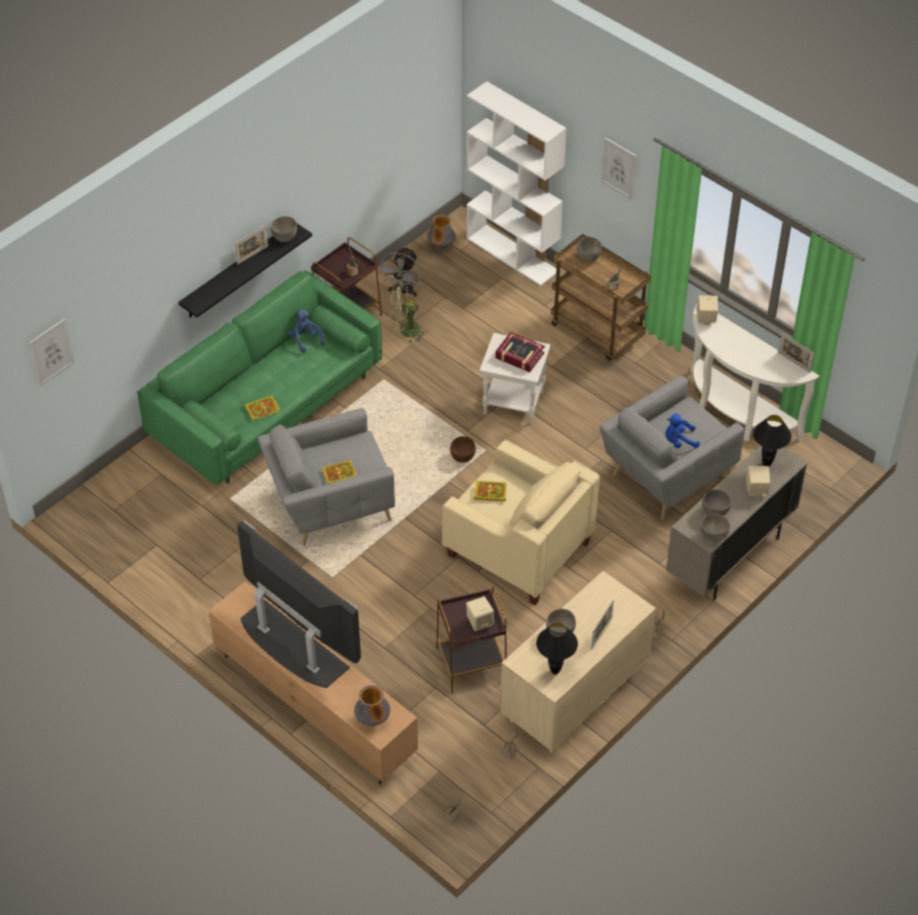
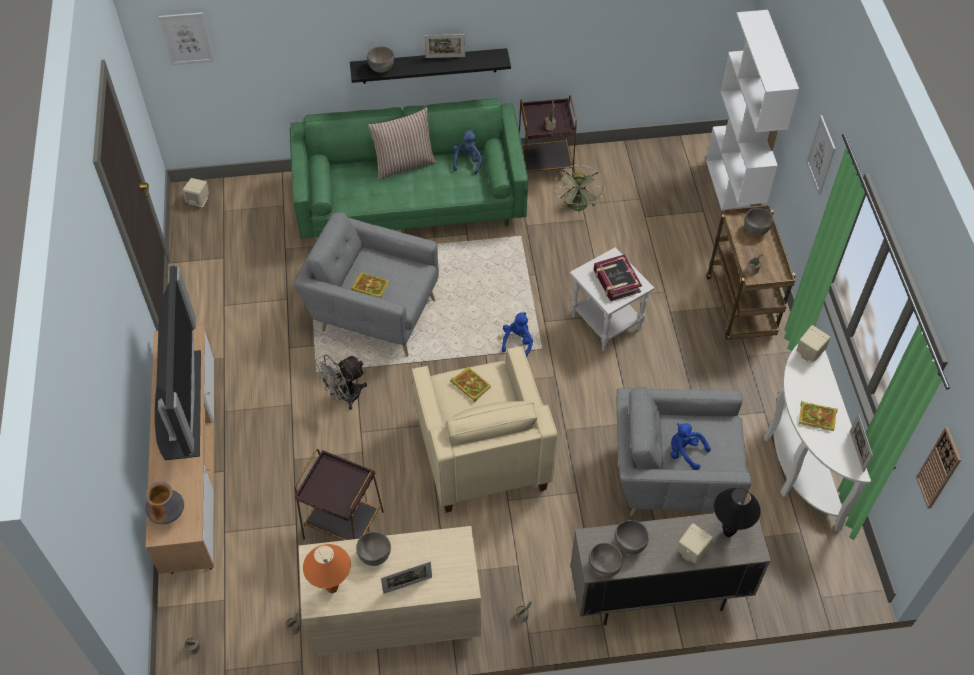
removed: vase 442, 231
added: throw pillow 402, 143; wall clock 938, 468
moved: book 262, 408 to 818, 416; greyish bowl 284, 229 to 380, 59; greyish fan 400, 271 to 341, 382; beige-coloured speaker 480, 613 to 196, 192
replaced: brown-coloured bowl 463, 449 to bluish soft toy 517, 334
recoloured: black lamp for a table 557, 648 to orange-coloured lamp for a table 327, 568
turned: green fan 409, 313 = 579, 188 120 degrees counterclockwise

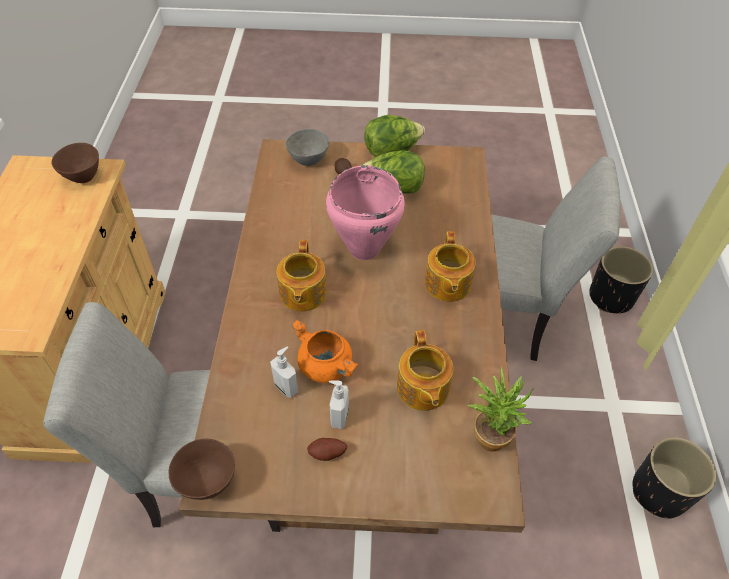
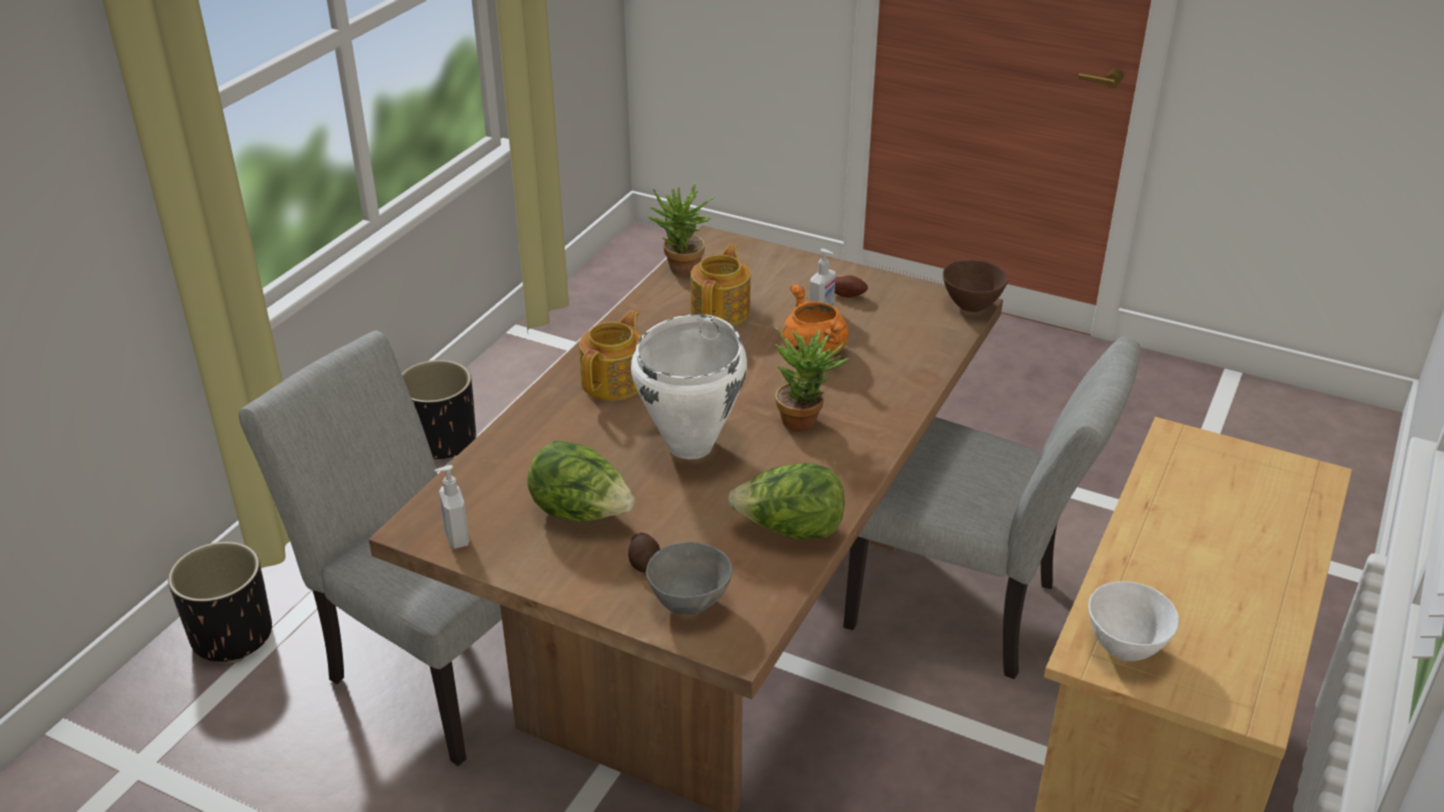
moved: liquid soap bottle 284, 372 to 452, 507; lettuce head 394, 136 to 786, 501
replaced: tea pot 302, 276 to houseplant 812, 379
recoloured: brown-coloured bowl 75, 163 to white-coloured bowl 1133, 621; pinkish cooking pot 365, 212 to white-coloured cooking pot 689, 386

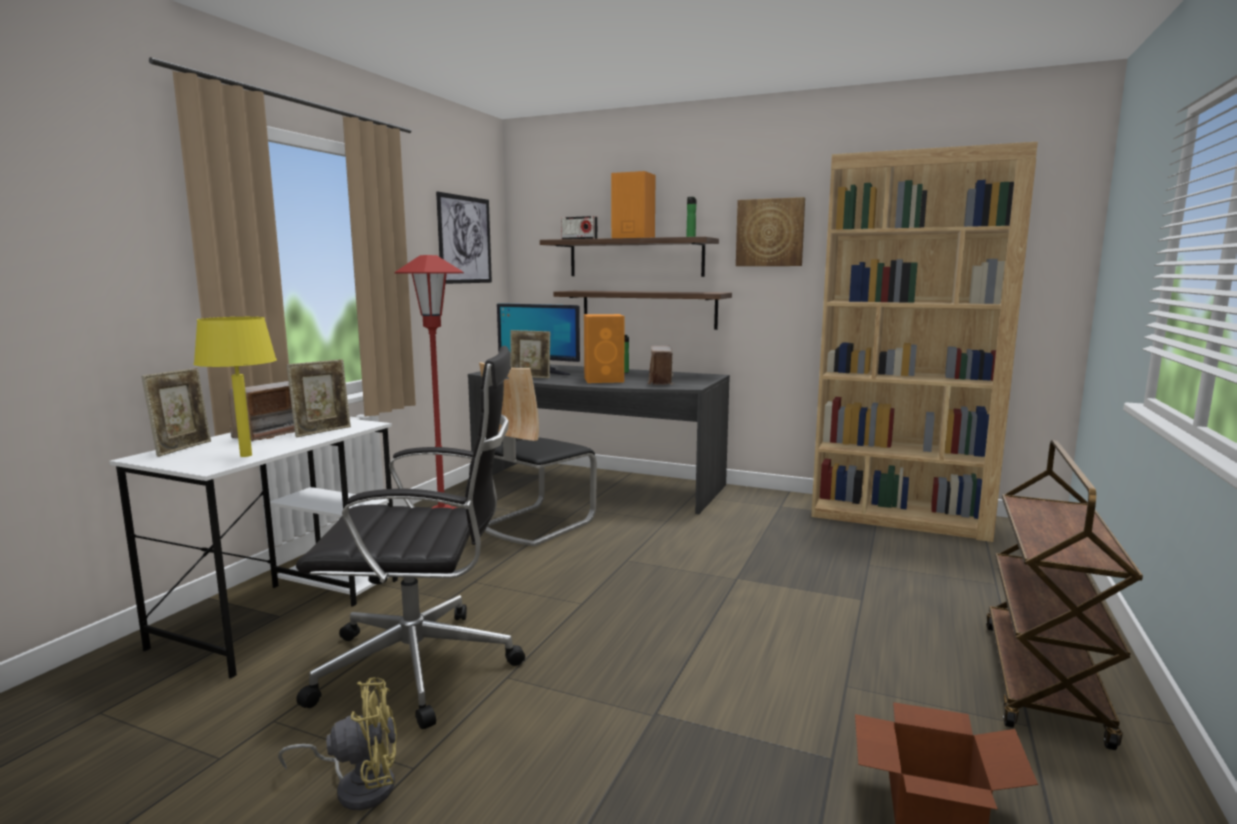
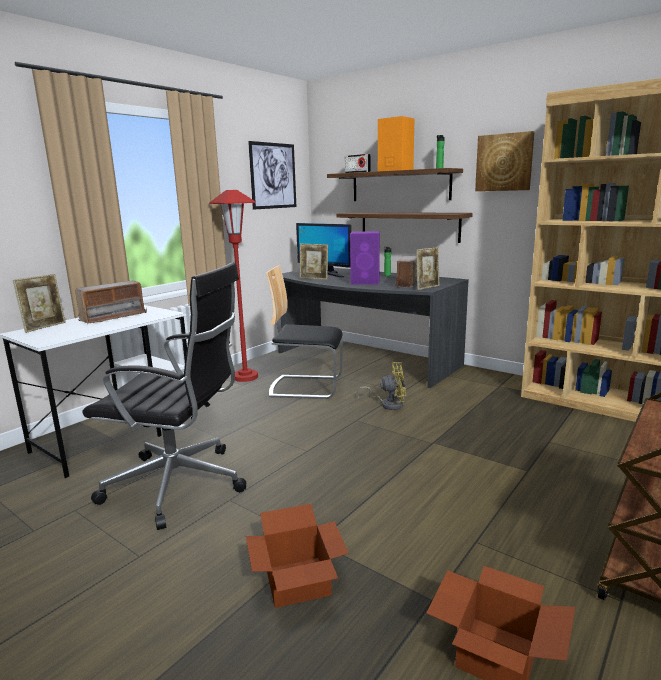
removed: yellowish lamp for a table 235, 387
added: packing box 297, 556
moved: yellowish fan 337, 743 to 381, 386; picture frame 319, 398 to 428, 268
recoloured: orange-coloured speaker 604, 348 to purplish speaker 365, 257
turned: plain chair 538, 454 = 304, 332 45 degrees clockwise

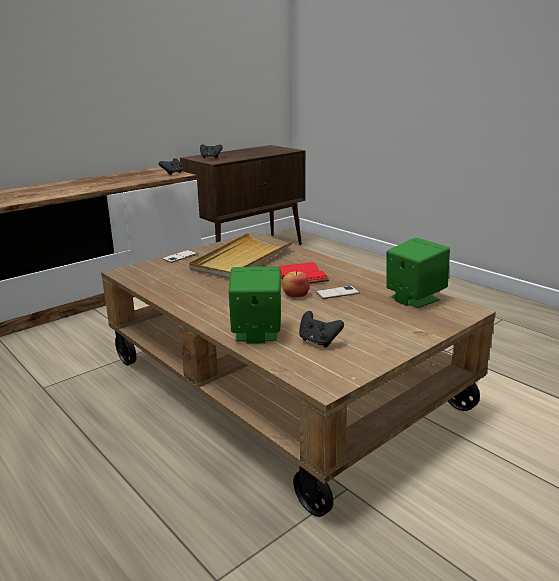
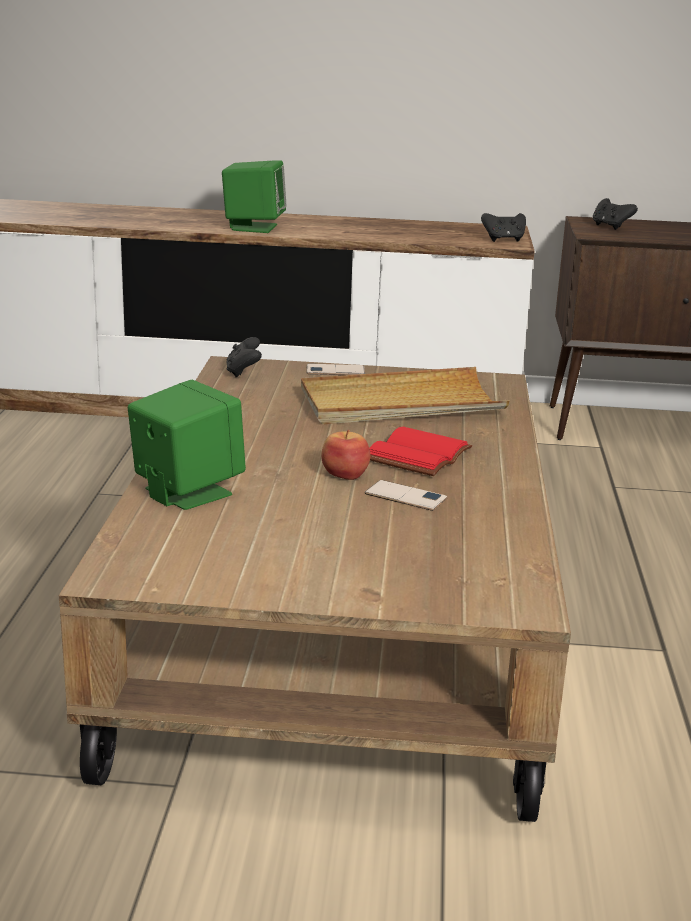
moved: black joypad 321, 329 to 244, 357; green speaker 418, 273 to 254, 196

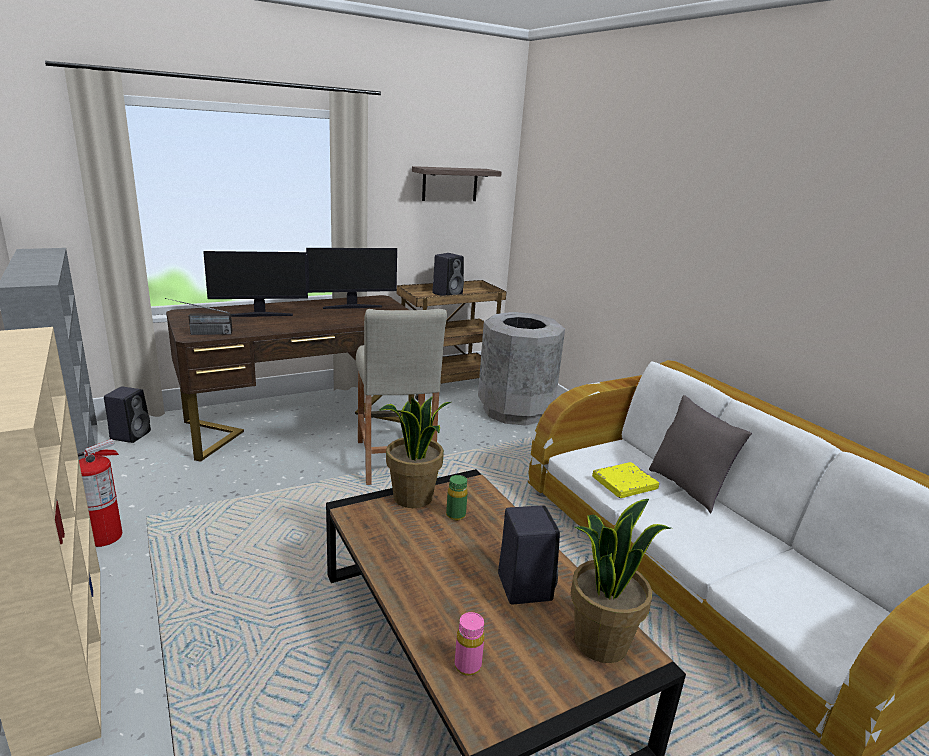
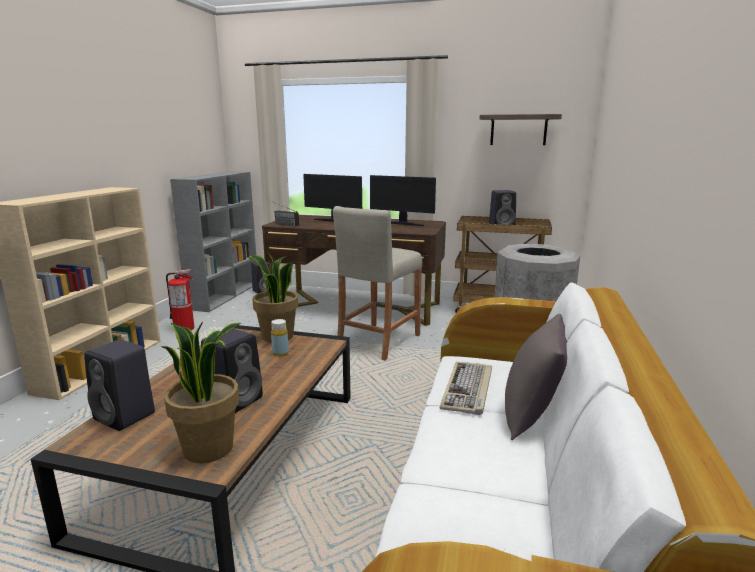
replaced: pinkish bottle 469, 644 to black speaker 119, 385; yellowish book 625, 480 to keyboard 466, 388
recoloured: green bottle 457, 498 to yellowish bottle 280, 337

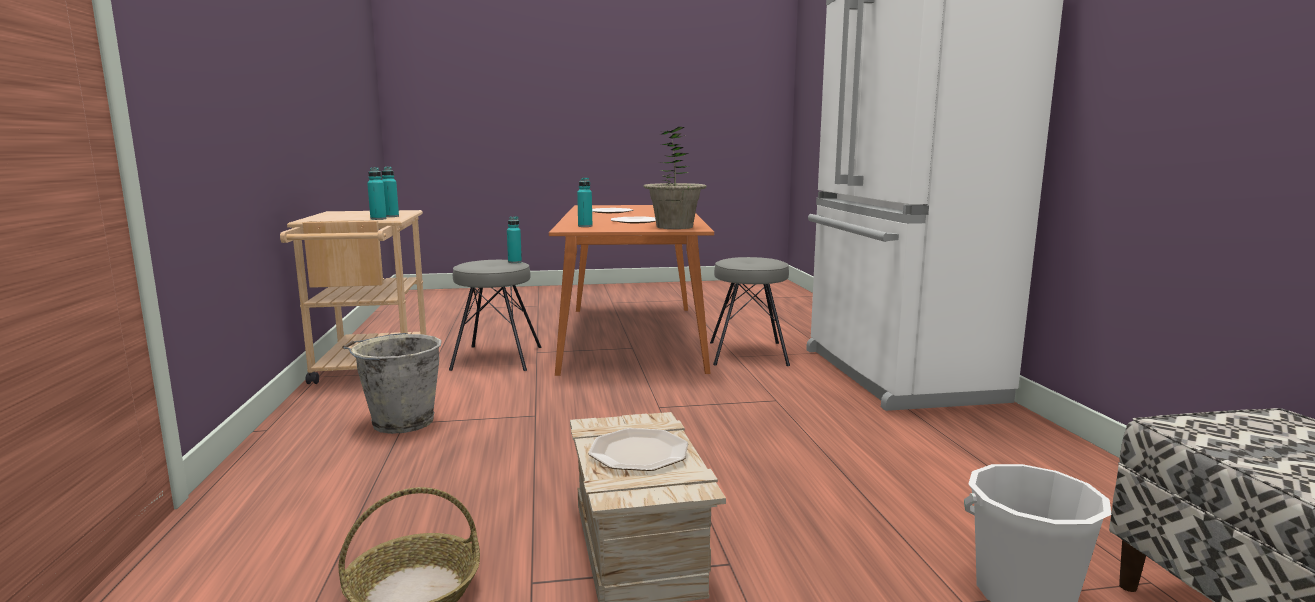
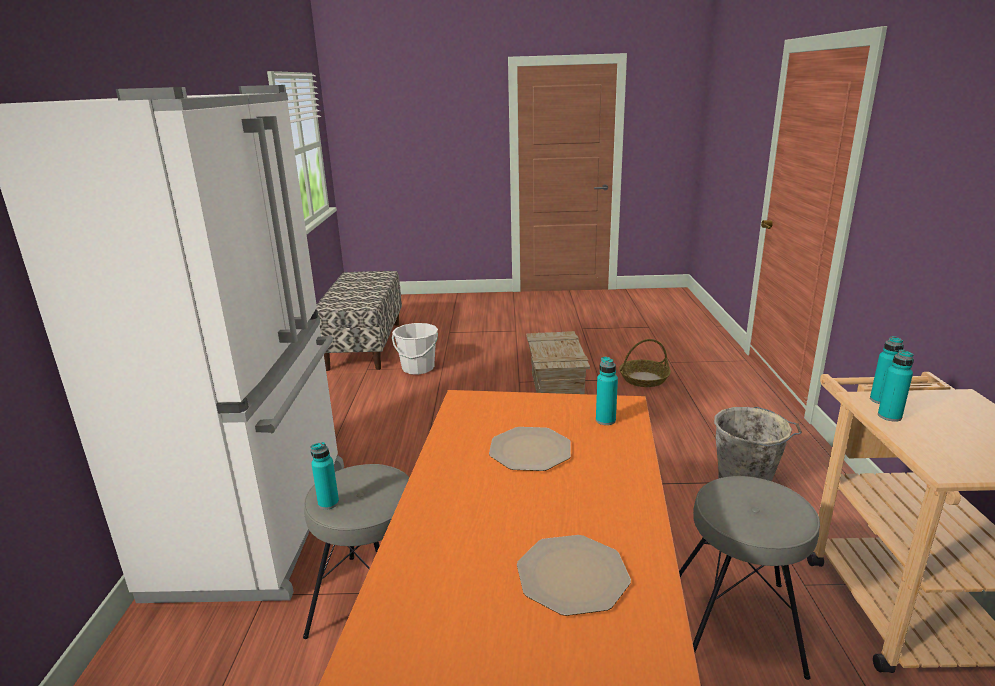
removed: plate 638, 449; houseplant 675, 178
moved: turquoise-coloured bottle 514, 239 to 325, 476

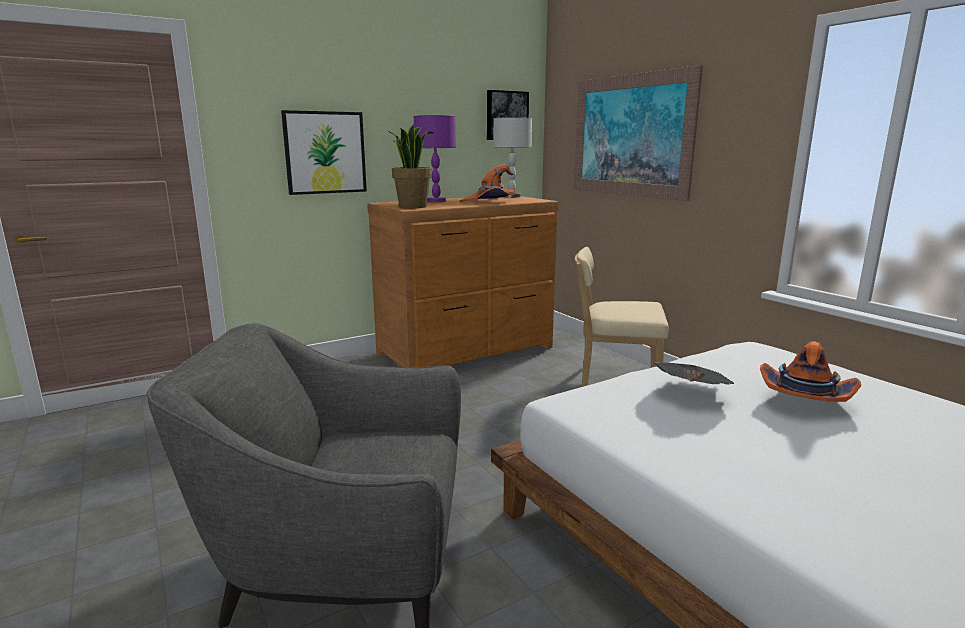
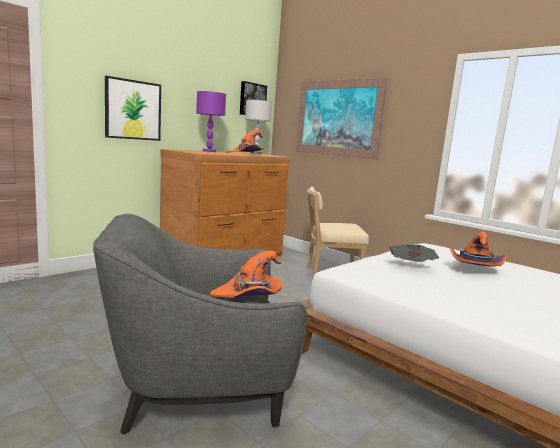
removed: houseplant 410, 166
added: orange-coloured hat 246, 274

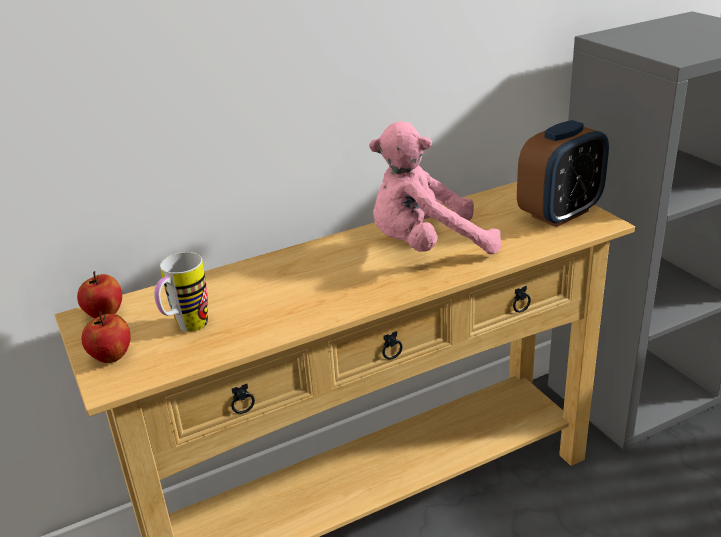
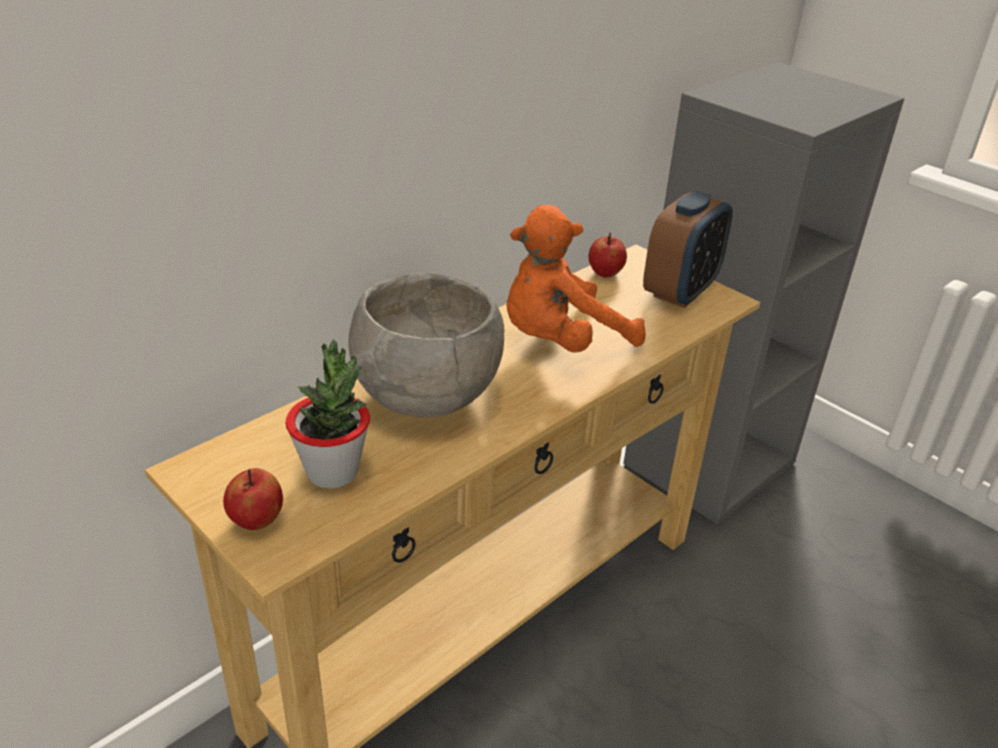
added: greyish bowl 426, 345
moved: apple fruit 99, 294 to 607, 254
replaced: mug 181, 292 to houseplant 328, 414
recoloured: pinkish soft toy 435, 187 to orange-coloured soft toy 576, 279

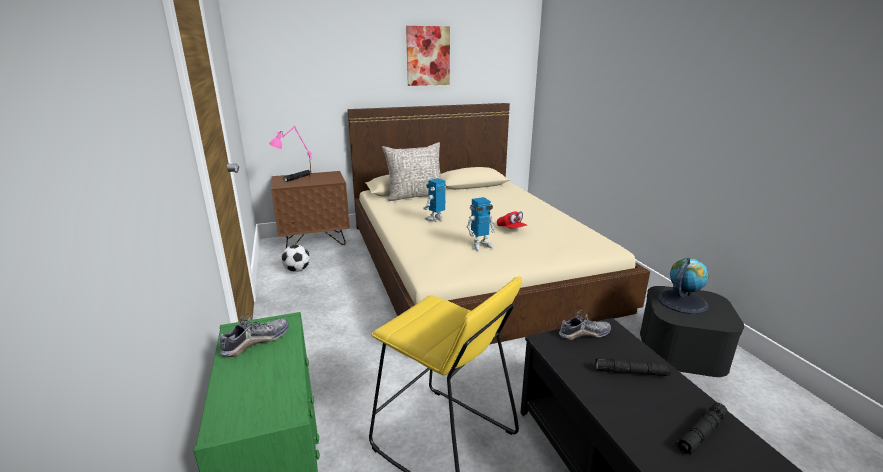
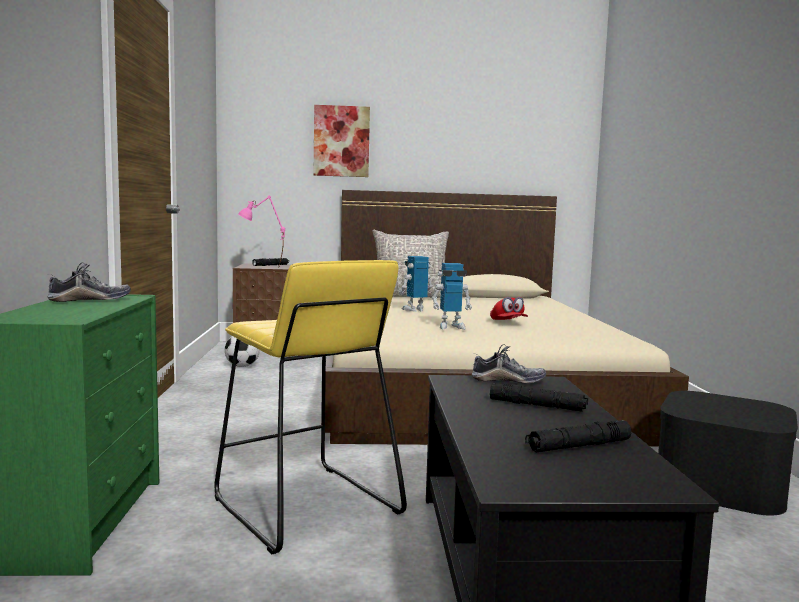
removed: world globe 683, 286
moved: wall art 428, 56 to 341, 141

